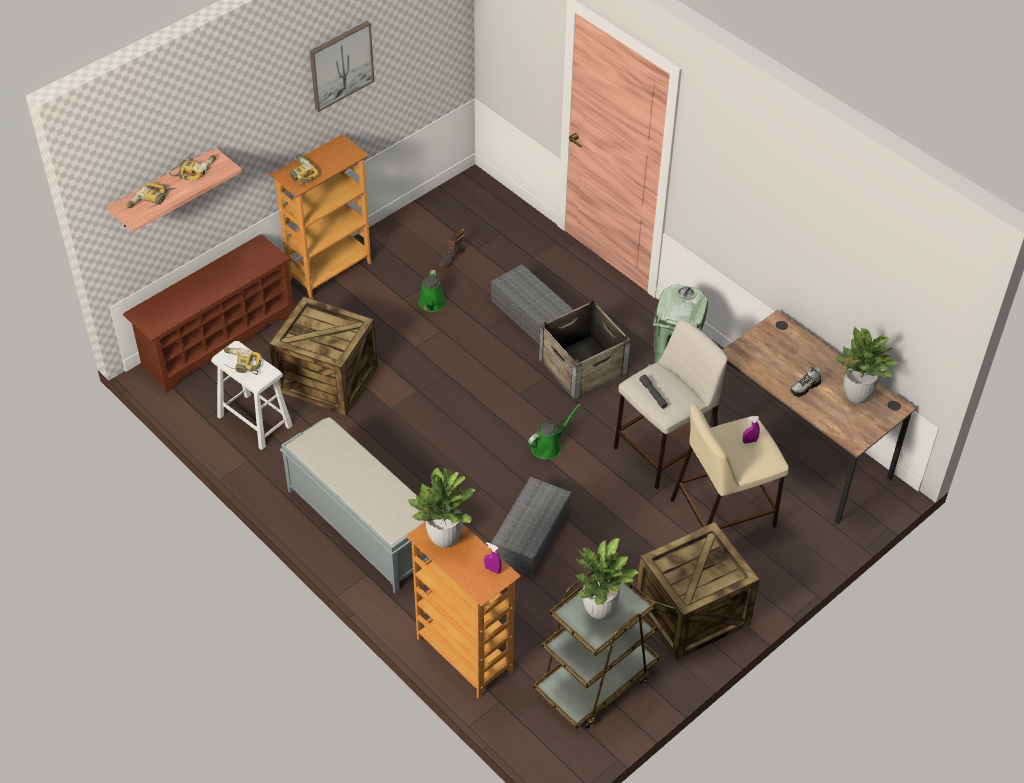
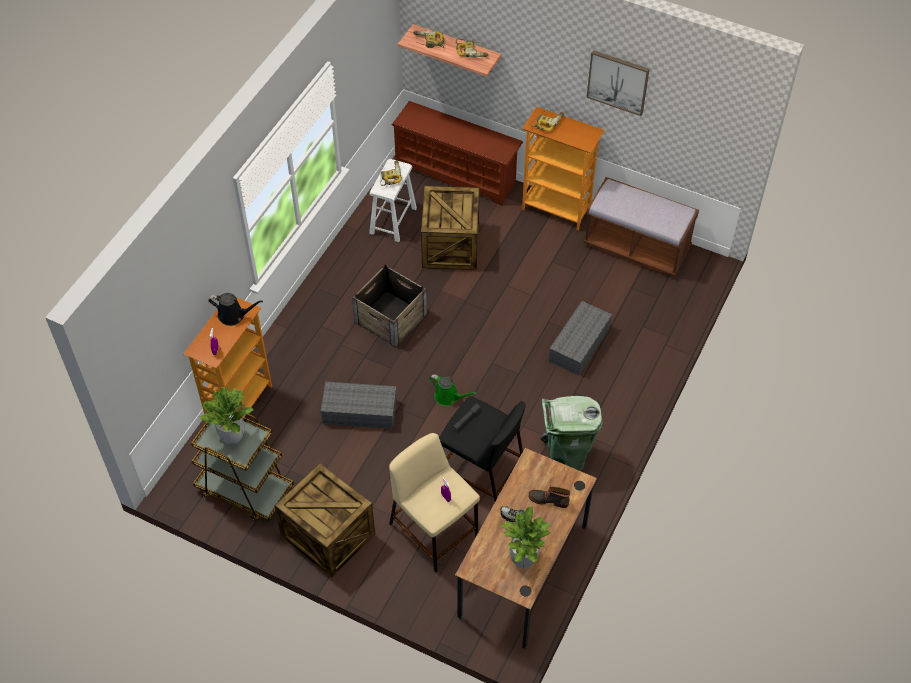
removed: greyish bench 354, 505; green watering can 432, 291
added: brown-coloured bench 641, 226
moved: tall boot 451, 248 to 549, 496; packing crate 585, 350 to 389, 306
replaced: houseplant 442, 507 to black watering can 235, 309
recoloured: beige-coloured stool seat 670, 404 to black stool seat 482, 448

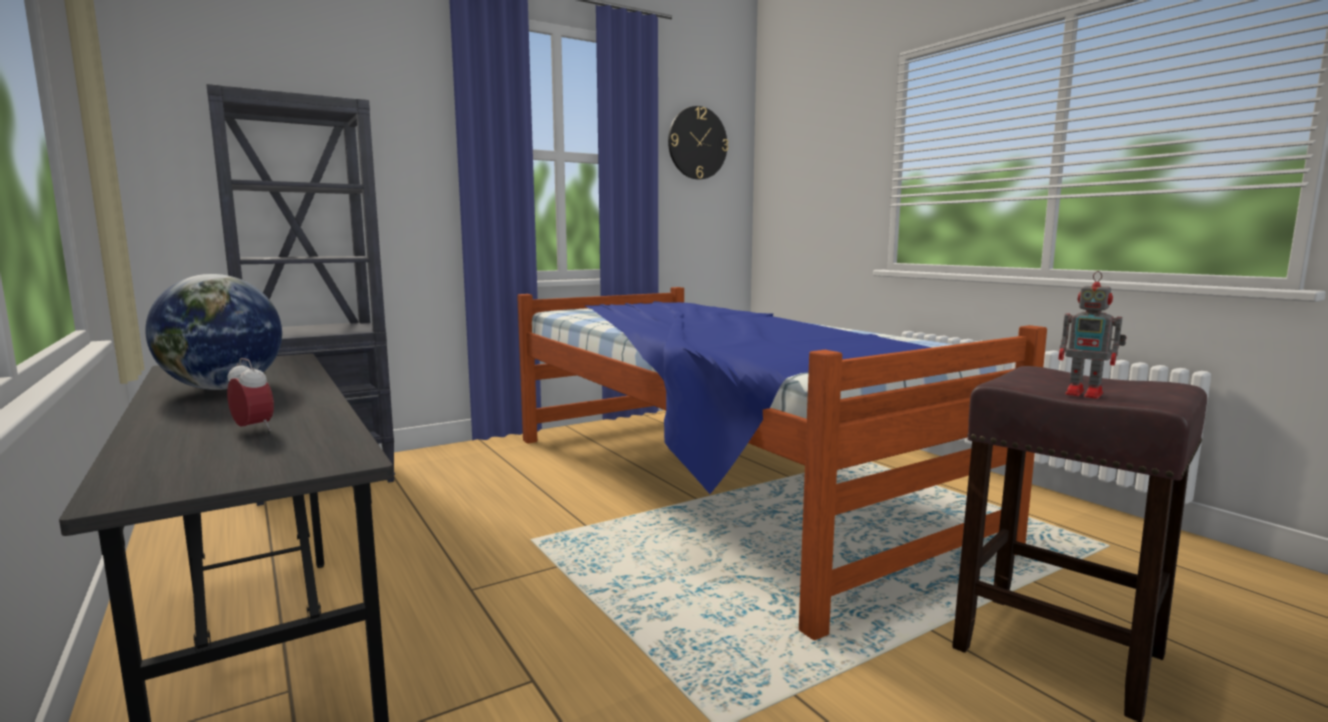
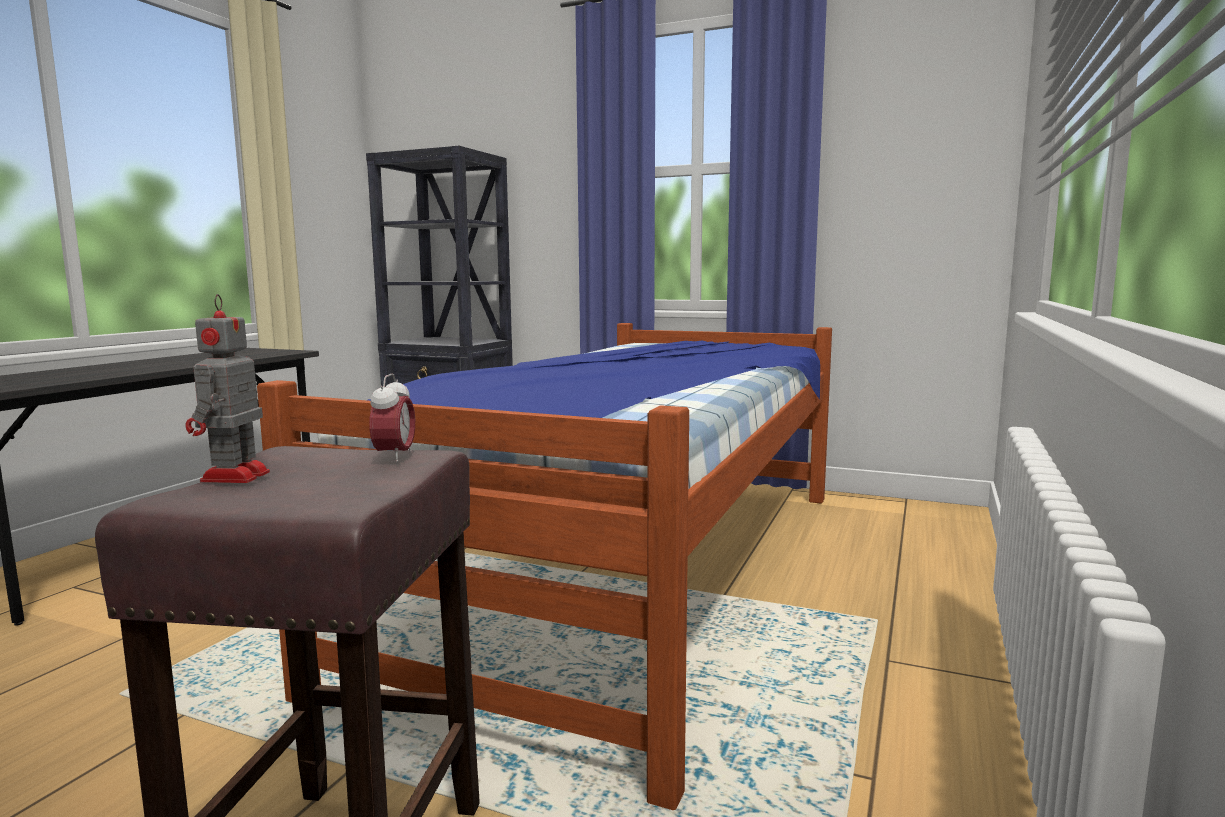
removed: world globe 213, 332; wall clock 698, 143
moved: alarm clock 250, 394 to 392, 417

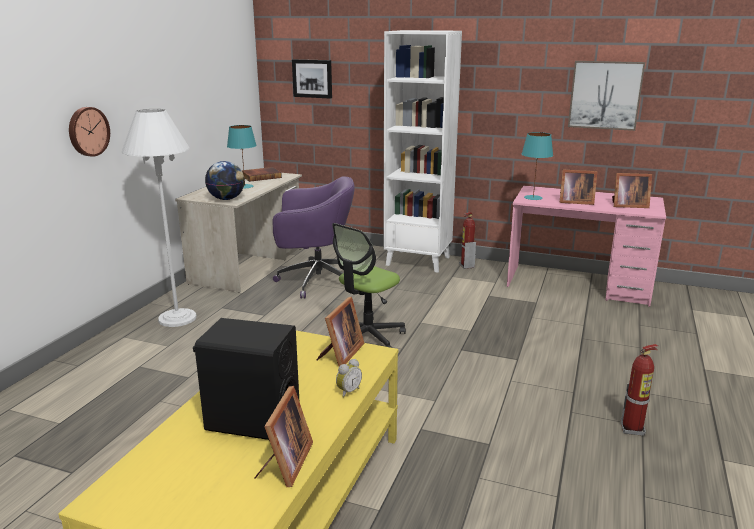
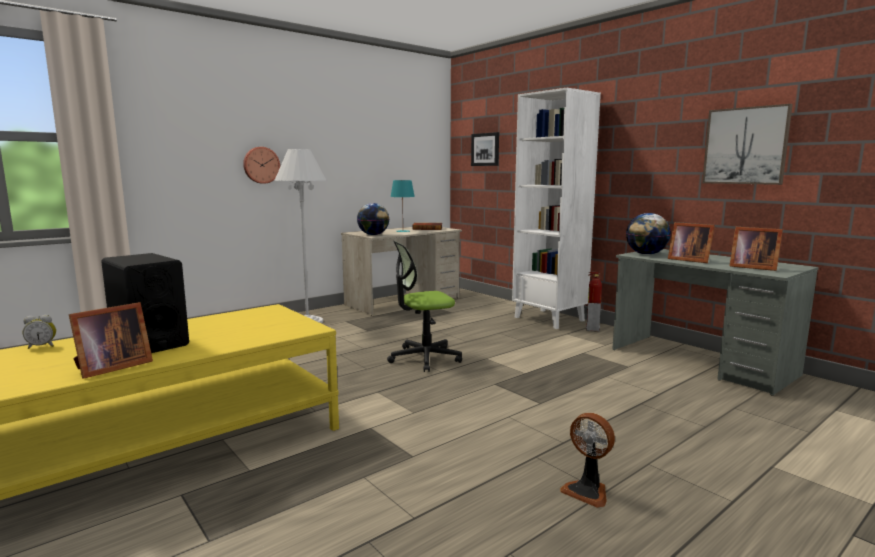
removed: purplish desk chair 314, 237; picture frame 340, 331
moved: alarm clock 349, 378 to 39, 332
replaced: turquoise-coloured lamp for a table 537, 166 to world globe 648, 234; extinguisher 639, 390 to fan 587, 460
recoloured: pinkish desk unit 586, 246 to greyish desk unit 715, 322

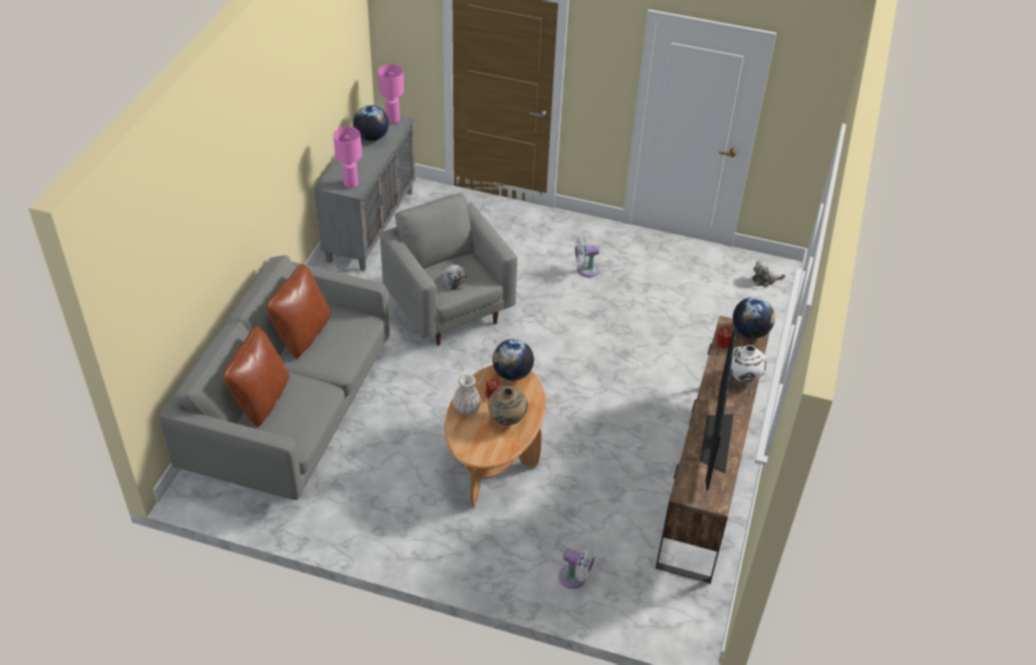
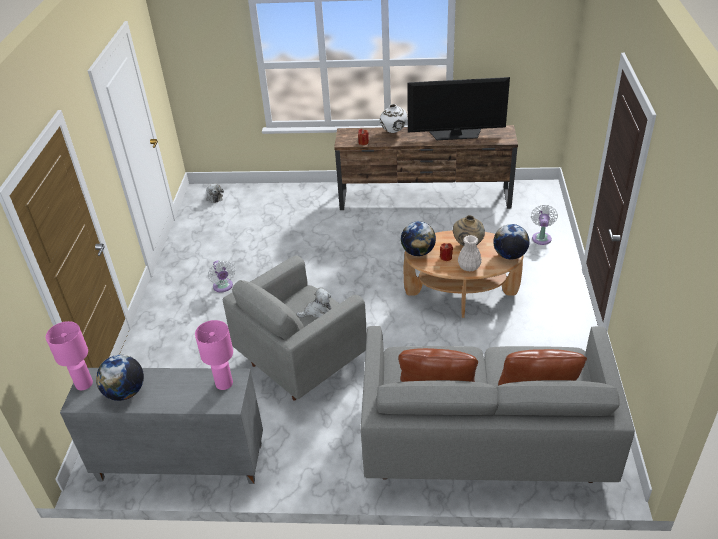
moved: world globe 754, 317 to 511, 242

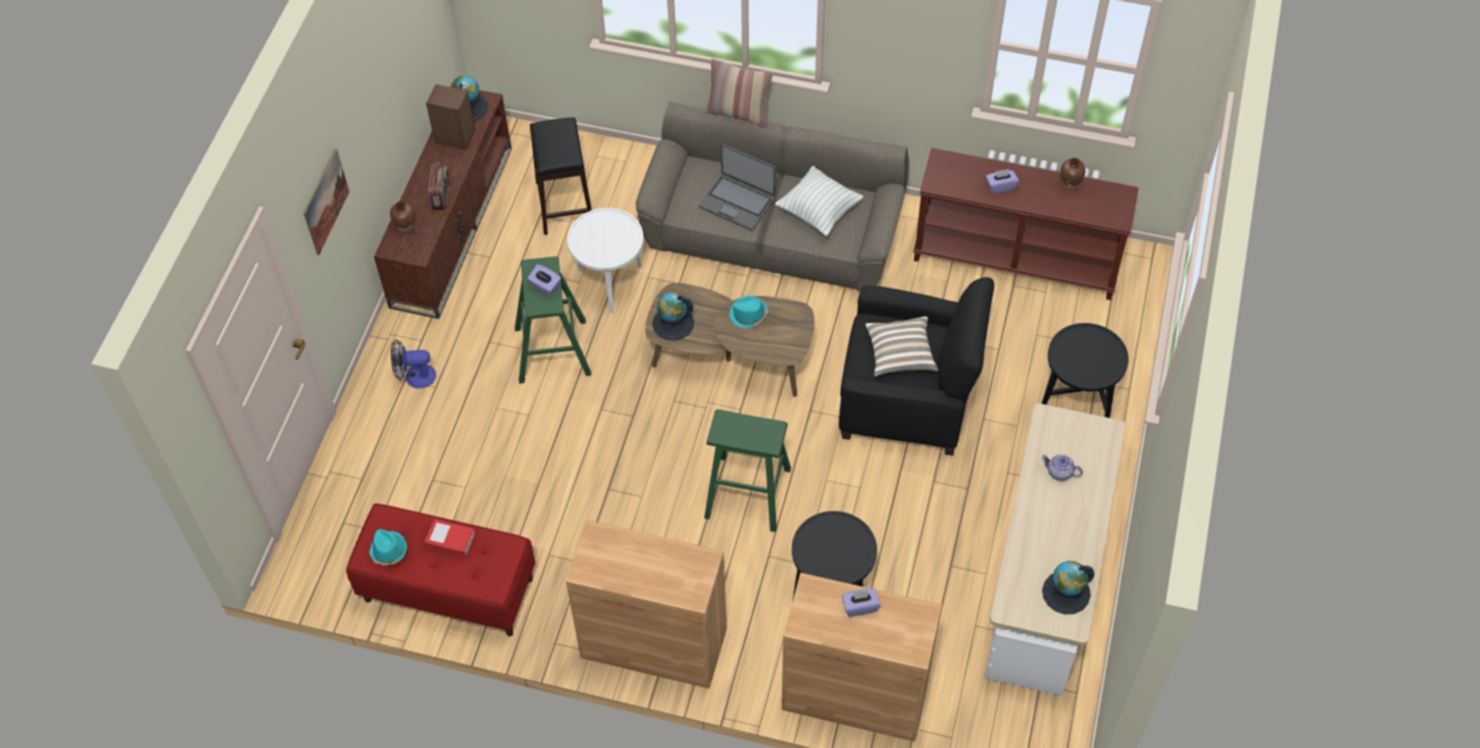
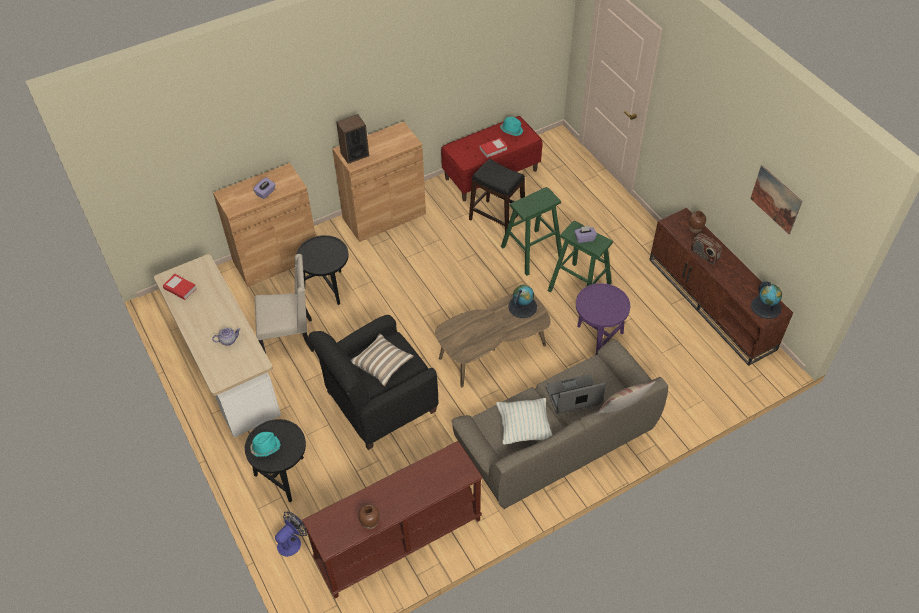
removed: purplish box of tissues 1002, 181
added: beige-coloured plain chair 284, 303
moved: wall art 326, 202 to 776, 199; fan 413, 364 to 291, 534; speaker 451, 117 to 352, 139; black stool seat 561, 176 to 497, 196; green stool seat 747, 470 to 531, 231; turquoise-coloured hat 748, 312 to 265, 444
replaced: world globe 1068, 587 to book 180, 287
recoloured: white-coloured end table 605, 260 to purplish end table 603, 319

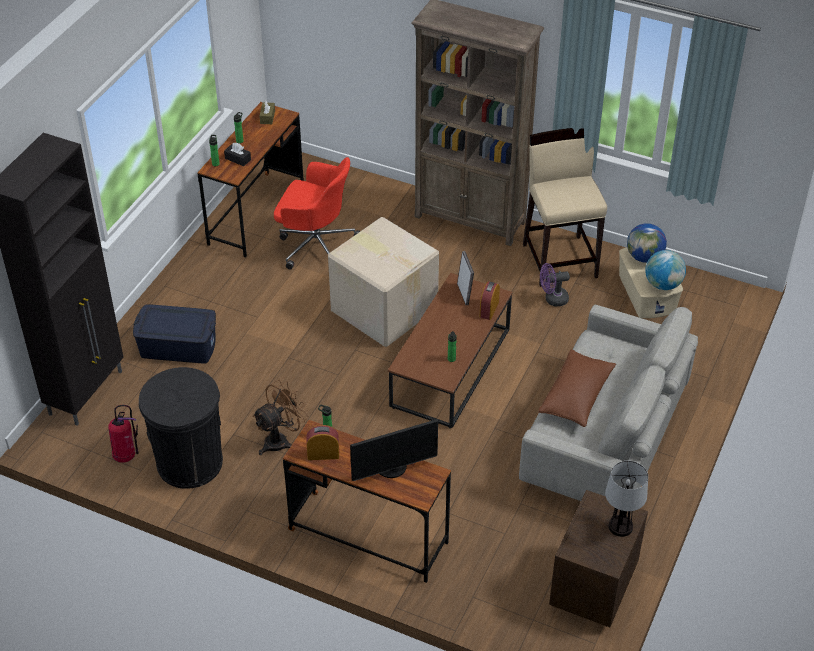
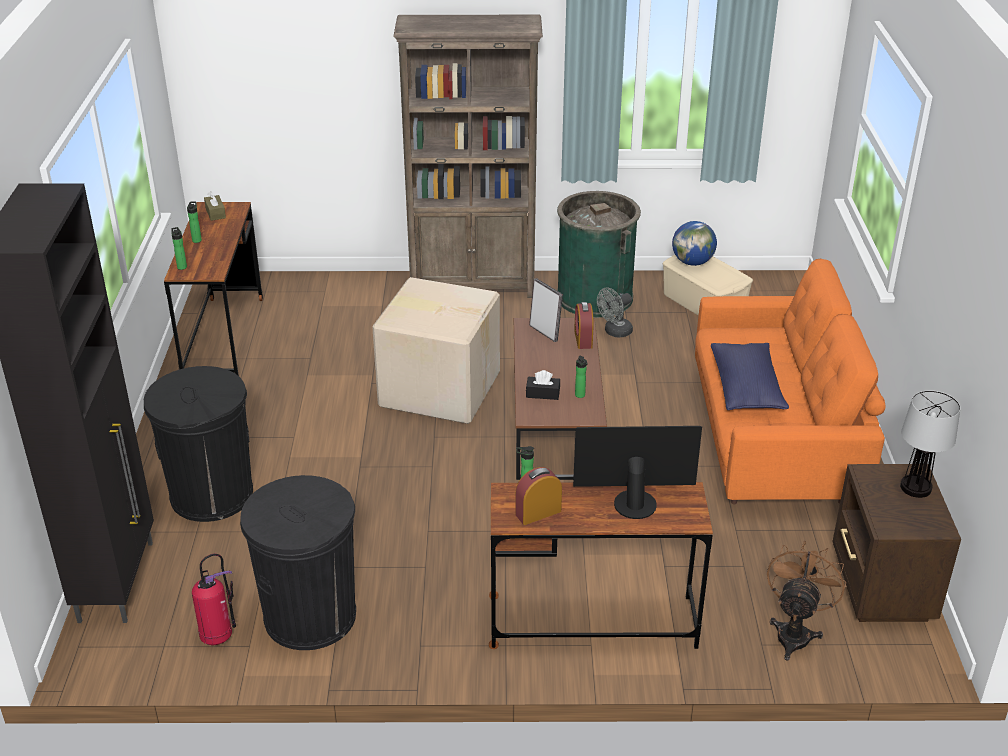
removed: reddish desk chair 317, 213; world globe 665, 270
moved: black box of tissues 237, 154 to 543, 385; brown-coloured fan 280, 417 to 806, 601
replaced: bluish storage container 174, 334 to black waste bin 198, 444; beige-coloured stool seat 565, 207 to green waste bin 599, 254
recoloured: greyish couch 608, 403 to orange-coloured couch 790, 381; brown-coloured throw pillow 577, 388 to bluish throw pillow 750, 376; purplish fan 555, 284 to greyish fan 615, 312
turned: computer screen 394, 450 = 637, 472 135 degrees counterclockwise

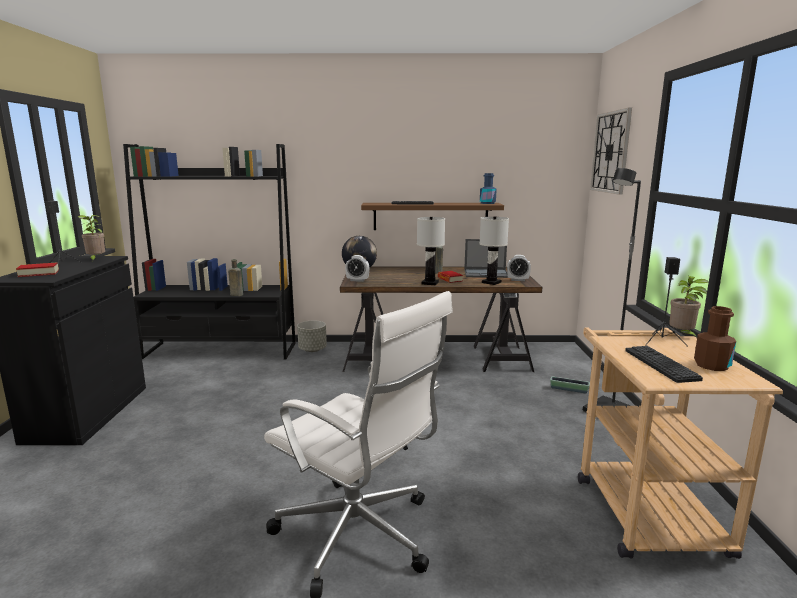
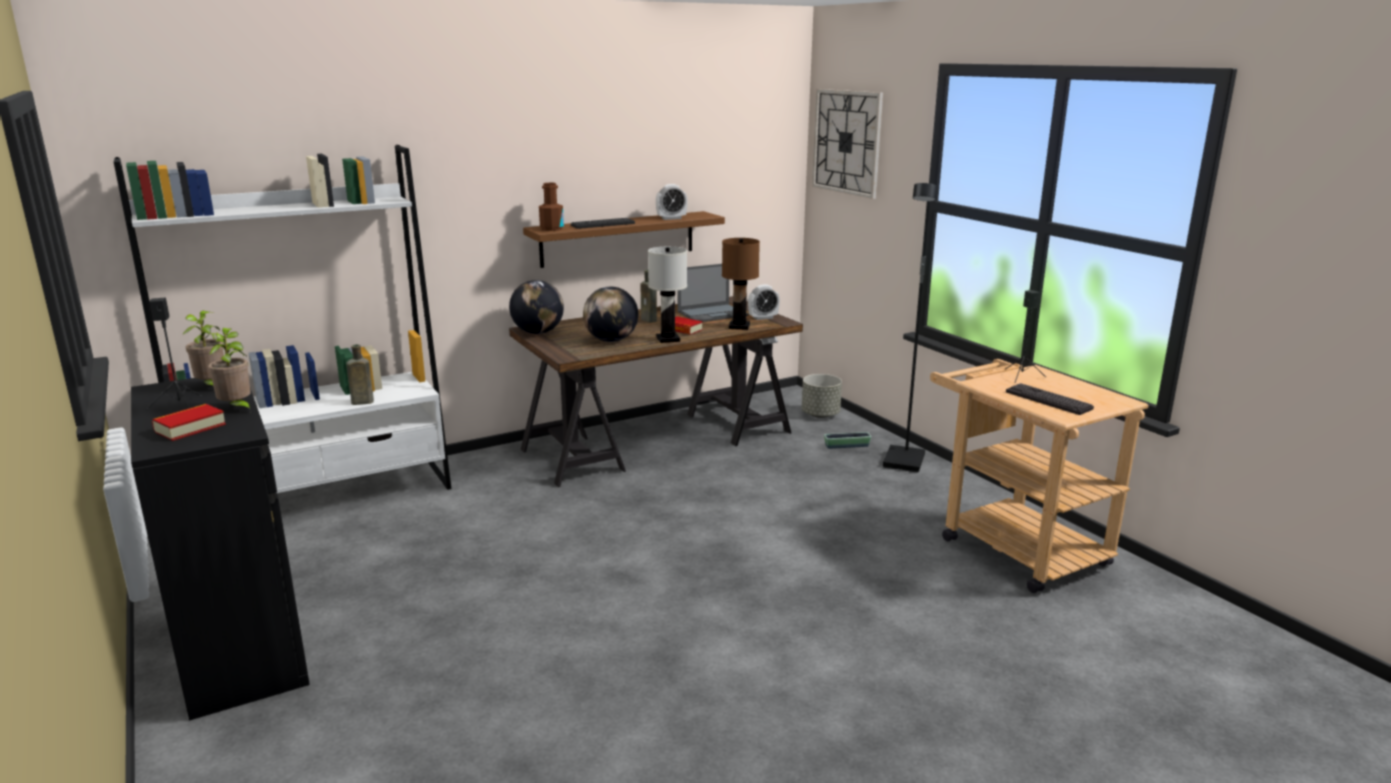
removed: white-coloured desk chair 358, 444; bluish bottle 488, 188
added: world globe 610, 314
moved: greyish planter 312, 336 to 822, 396; alarm clock 357, 268 to 672, 202; houseplant 688, 307 to 229, 370; brown-coloured bottle 715, 338 to 551, 207
recoloured: black bookshelf 209, 252 to white-coloured bookshelf 282, 319; white-coloured lamp for a table 494, 250 to brown-coloured lamp for a table 741, 284

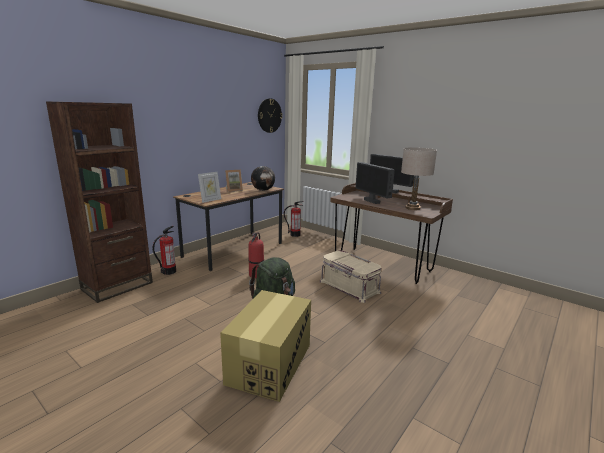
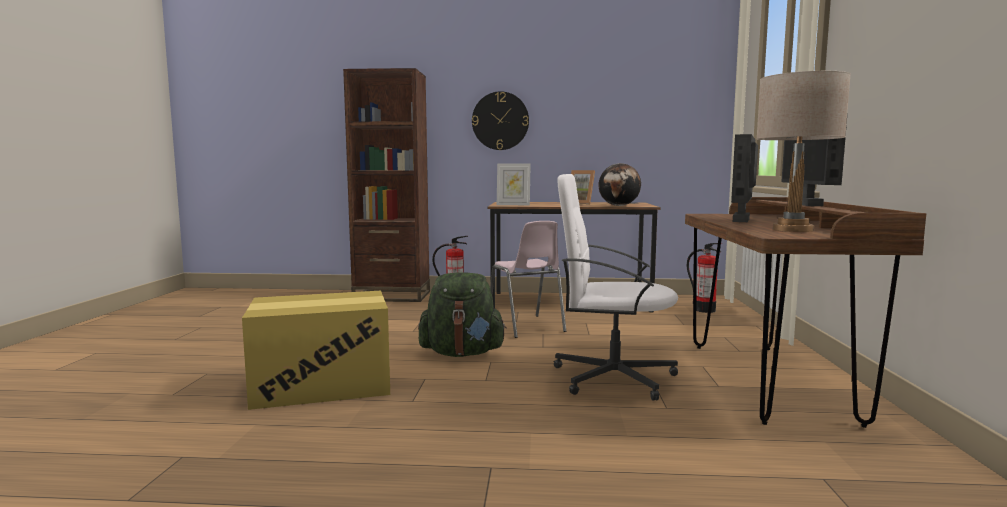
moved: wall clock 270, 115 to 500, 120
replaced: extinguisher 256, 255 to pinkish plain chair 528, 279; beige-coloured storage container 351, 276 to white-coloured desk chair 616, 287

